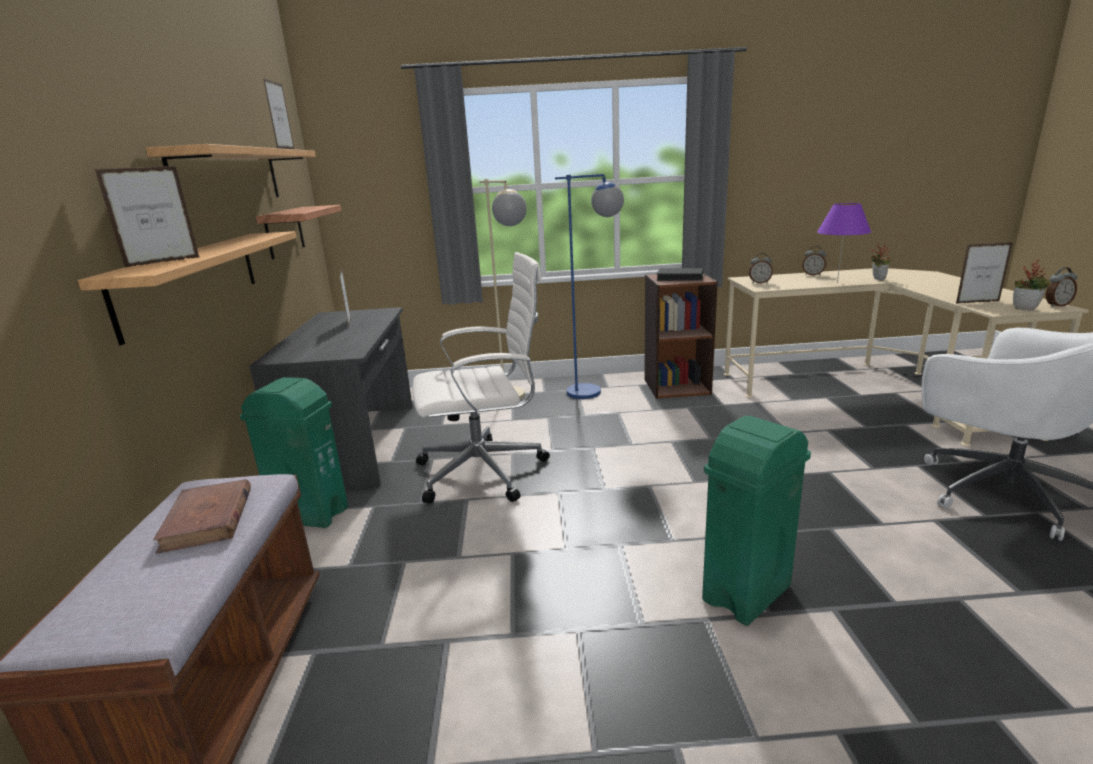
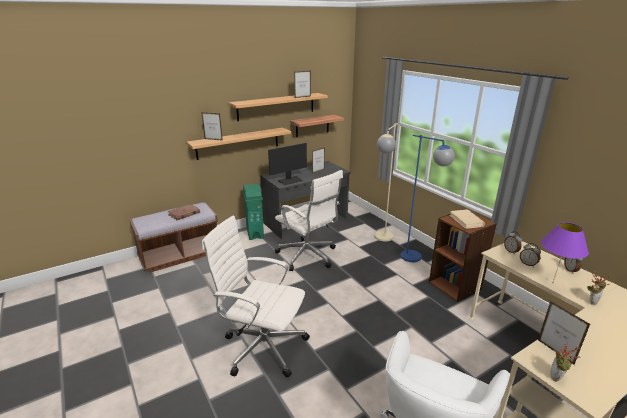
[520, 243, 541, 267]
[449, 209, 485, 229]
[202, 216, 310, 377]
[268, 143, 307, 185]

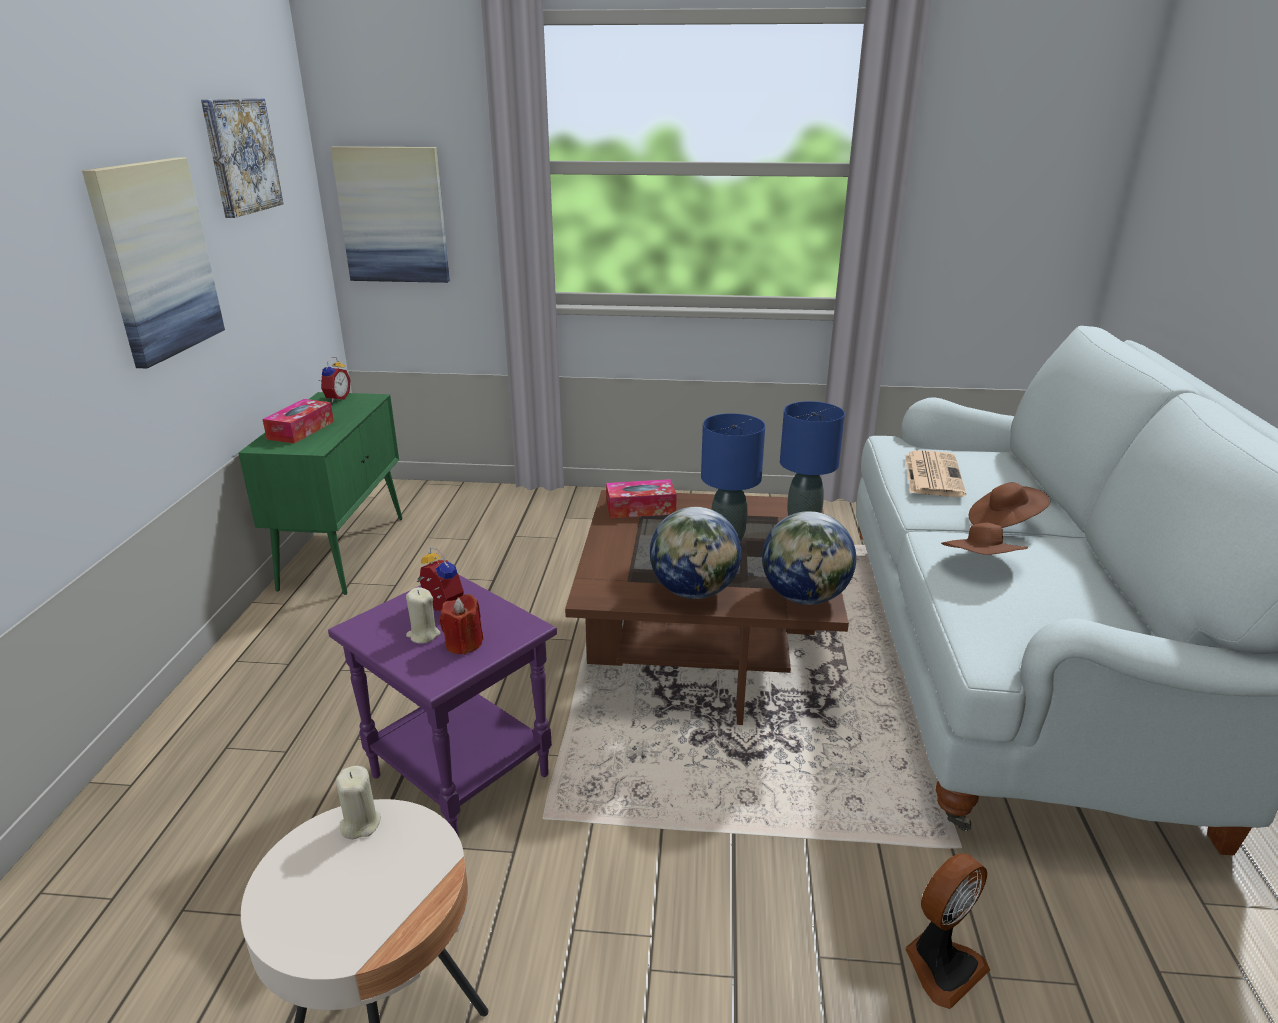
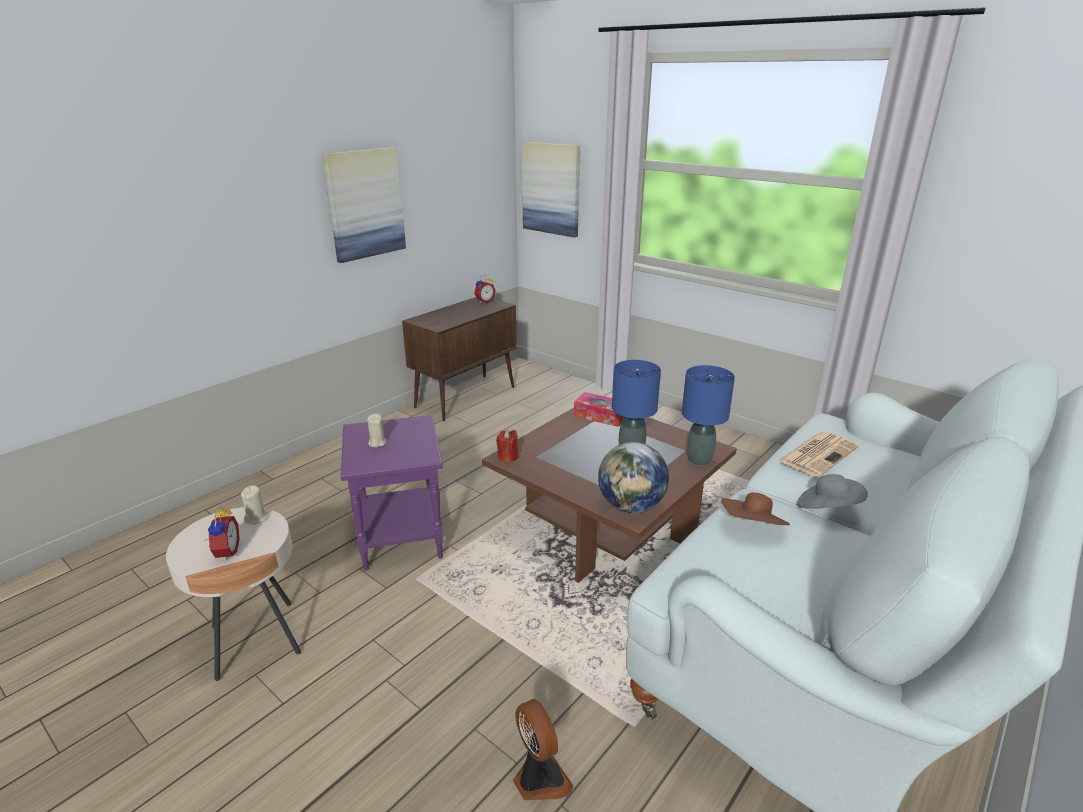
[201, 98, 283, 218] (first image)
[402, 297, 517, 421]
[262, 399, 334, 444] (first image)
[798, 474, 868, 509]
[650, 507, 741, 599] (first image)
[205, 505, 240, 561]
[496, 430, 518, 462]
[513, 699, 574, 800]

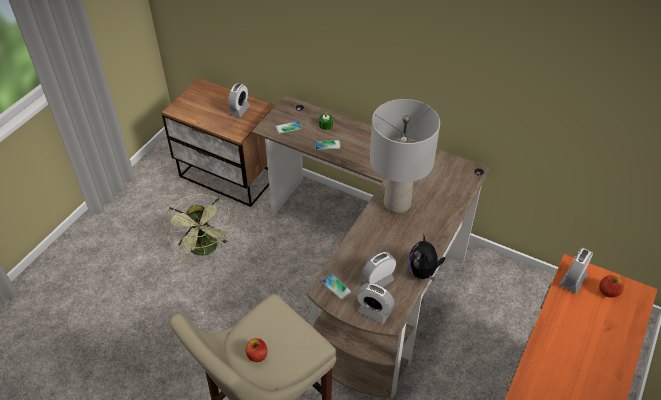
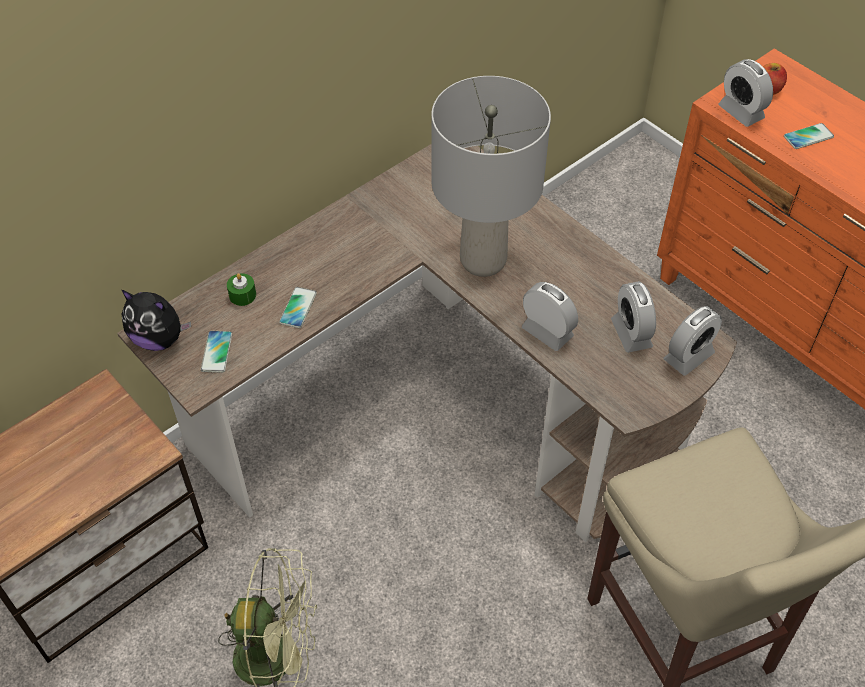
[522, 282, 578, 351]
[122, 290, 191, 351]
[784, 123, 834, 149]
[246, 338, 268, 362] (first image)

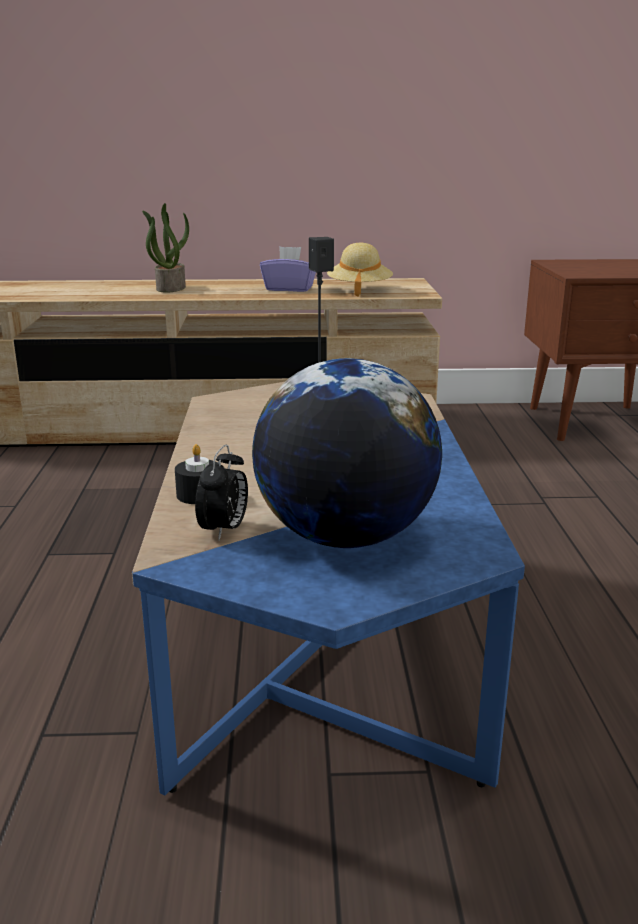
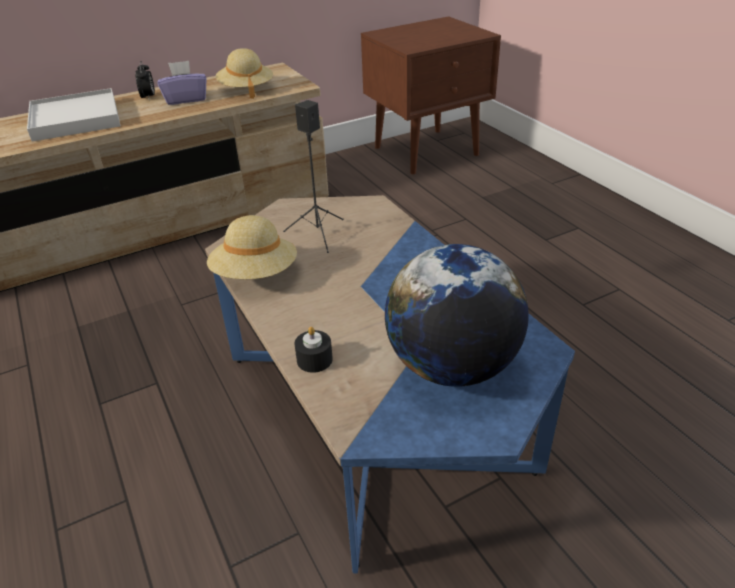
[27, 88, 120, 142]
[135, 61, 155, 101]
[207, 215, 297, 279]

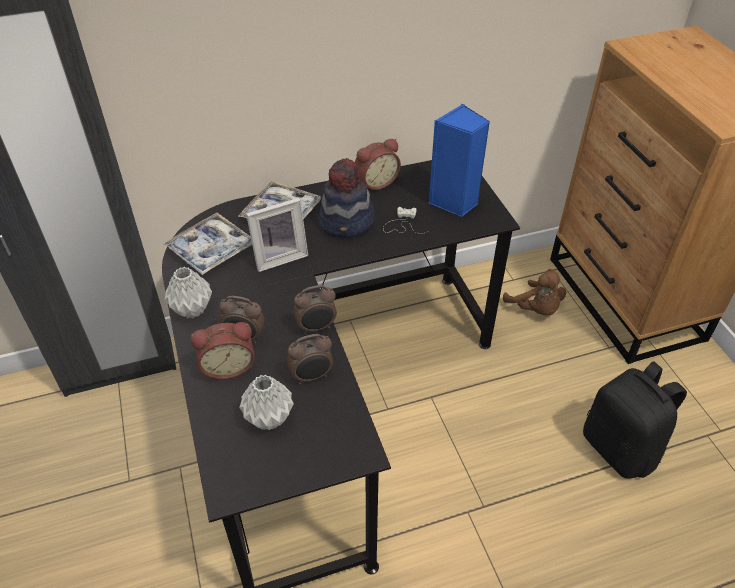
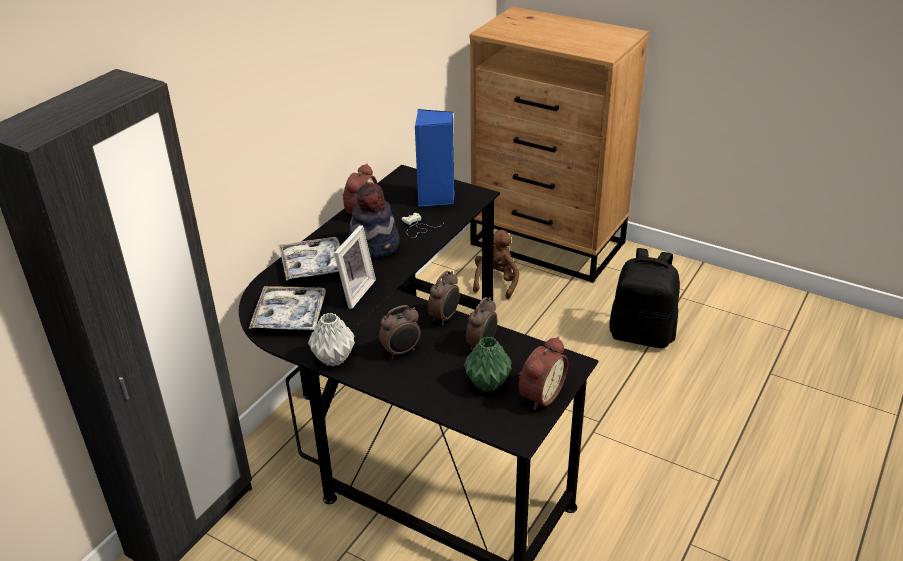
[473, 229, 519, 299]
[519, 337, 568, 410]
[464, 337, 512, 392]

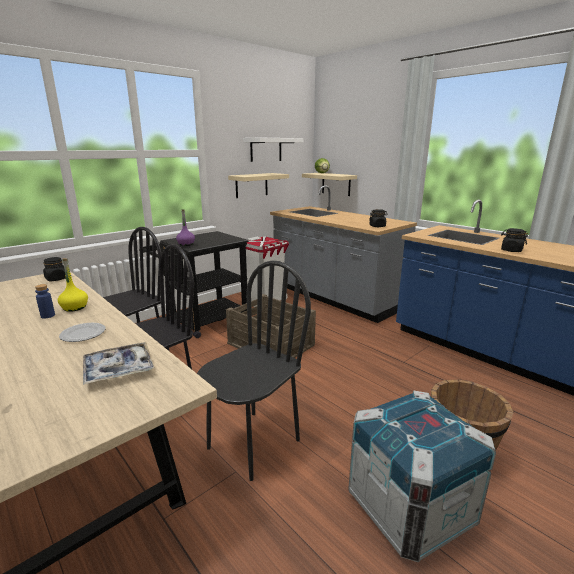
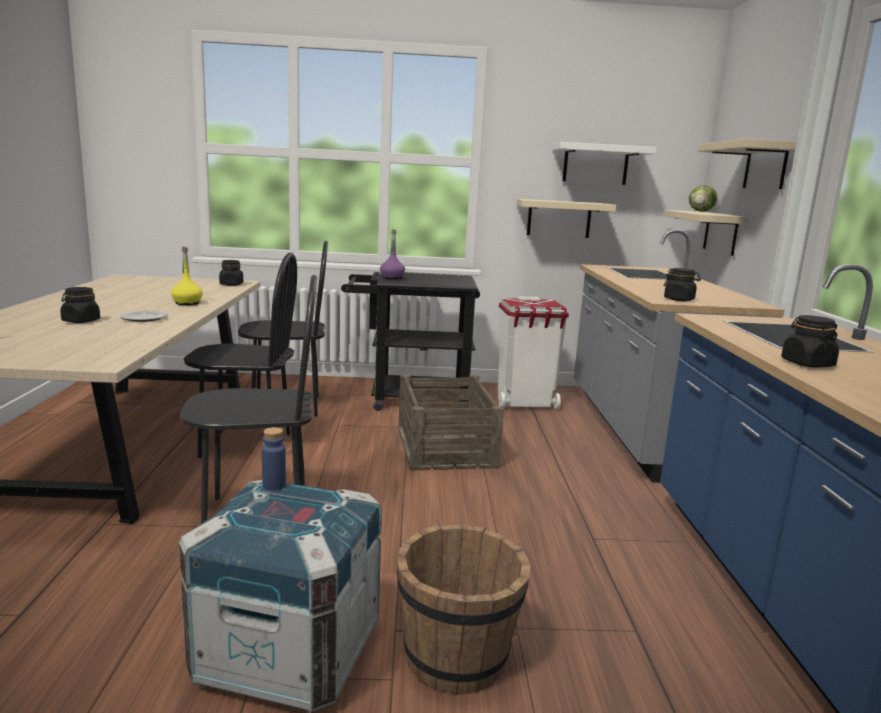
[262, 427, 286, 490]
[83, 342, 154, 385] (first image)
[697, 139, 797, 189]
[60, 287, 100, 323]

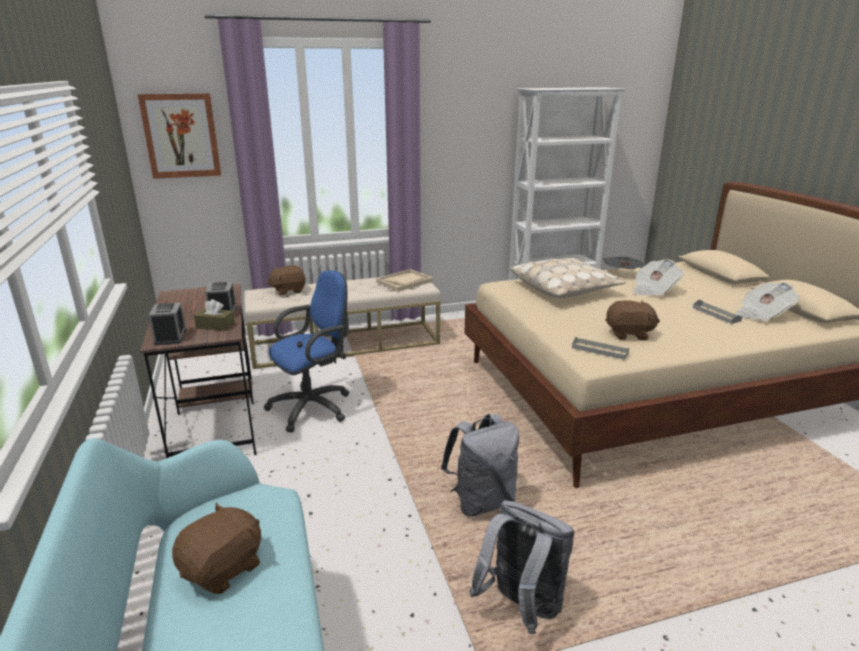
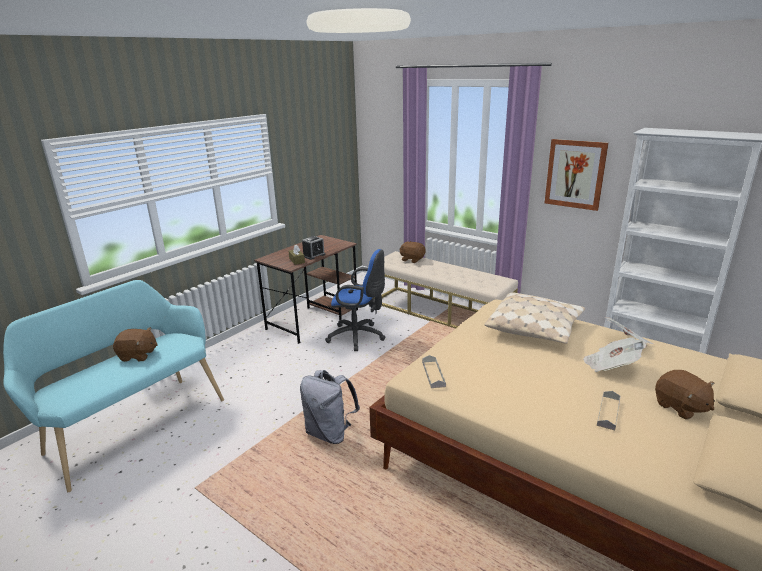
[545, 139, 609, 211]
[376, 269, 433, 292] (first image)
[735, 282, 799, 321] (first image)
[655, 370, 715, 420]
[149, 302, 186, 345] (first image)
[469, 500, 574, 634] (first image)

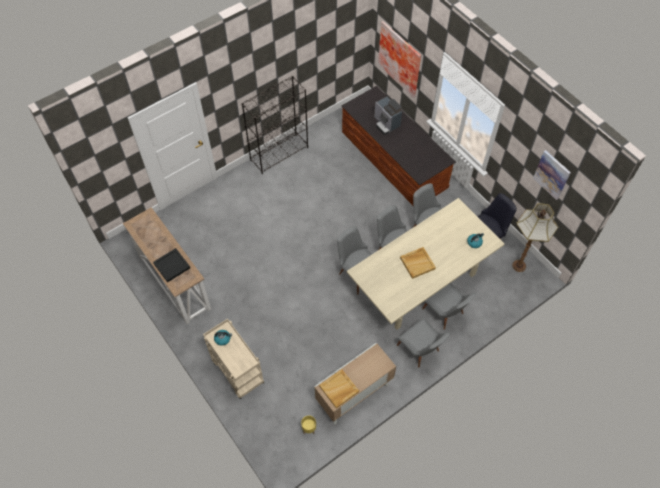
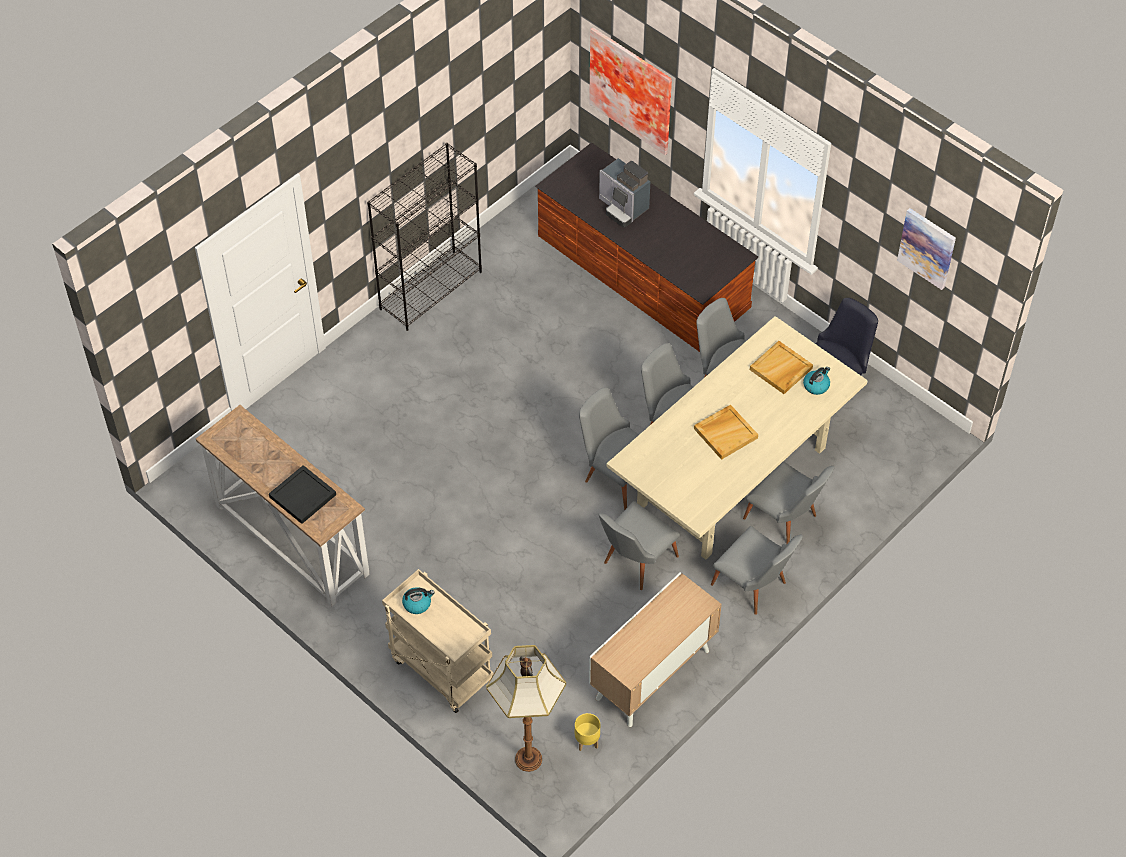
[486, 645, 566, 772]
[750, 341, 813, 394]
[599, 501, 680, 590]

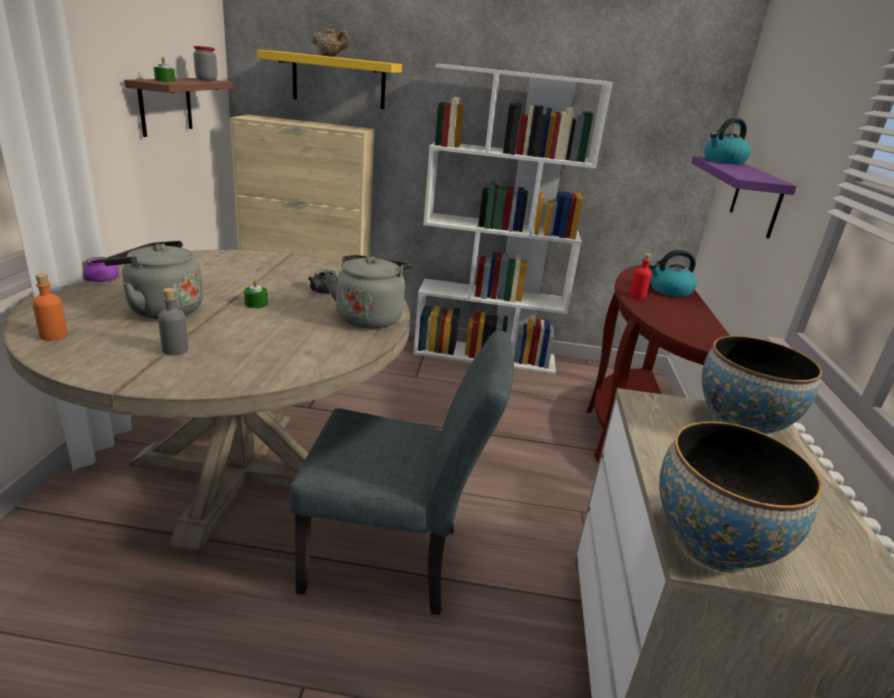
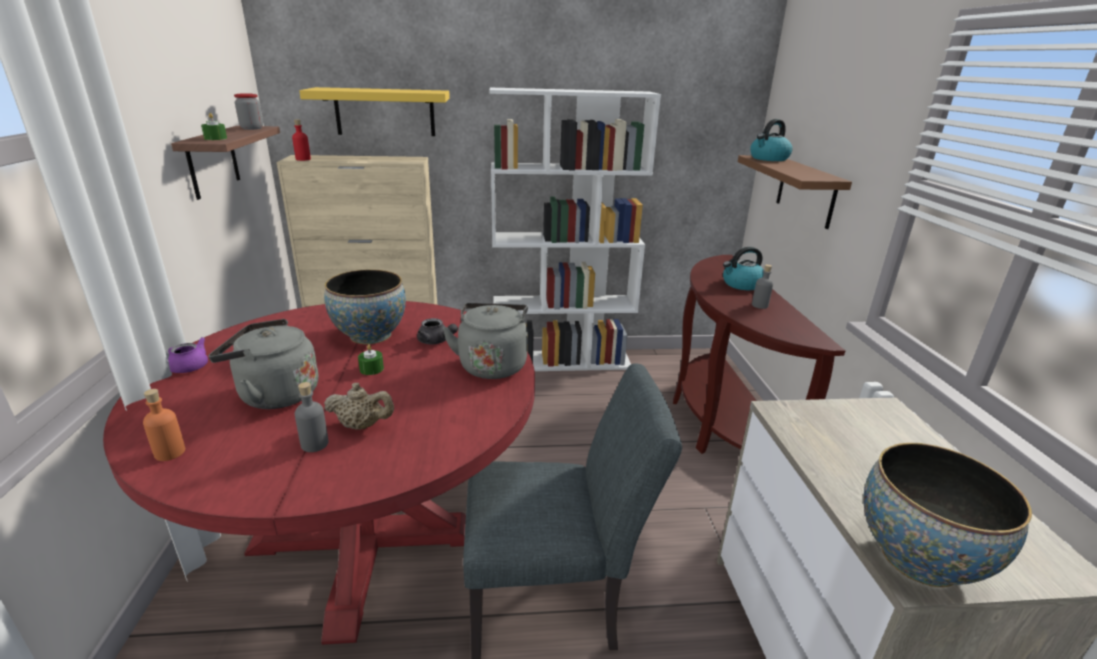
[324, 383, 394, 429]
[738, 155, 852, 229]
[103, 301, 535, 645]
[292, 119, 311, 161]
[324, 269, 406, 345]
[752, 264, 773, 309]

